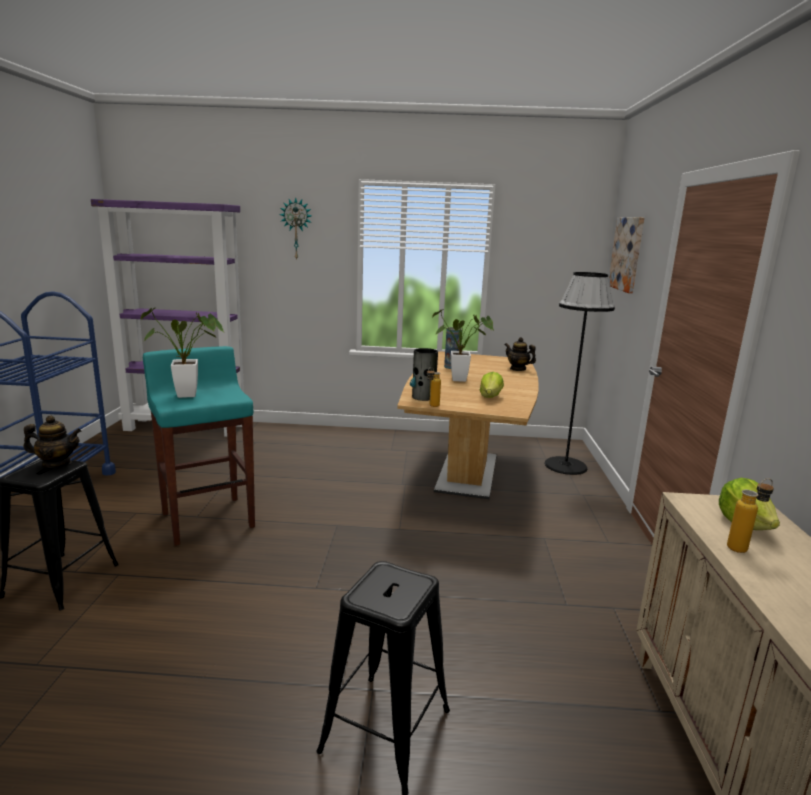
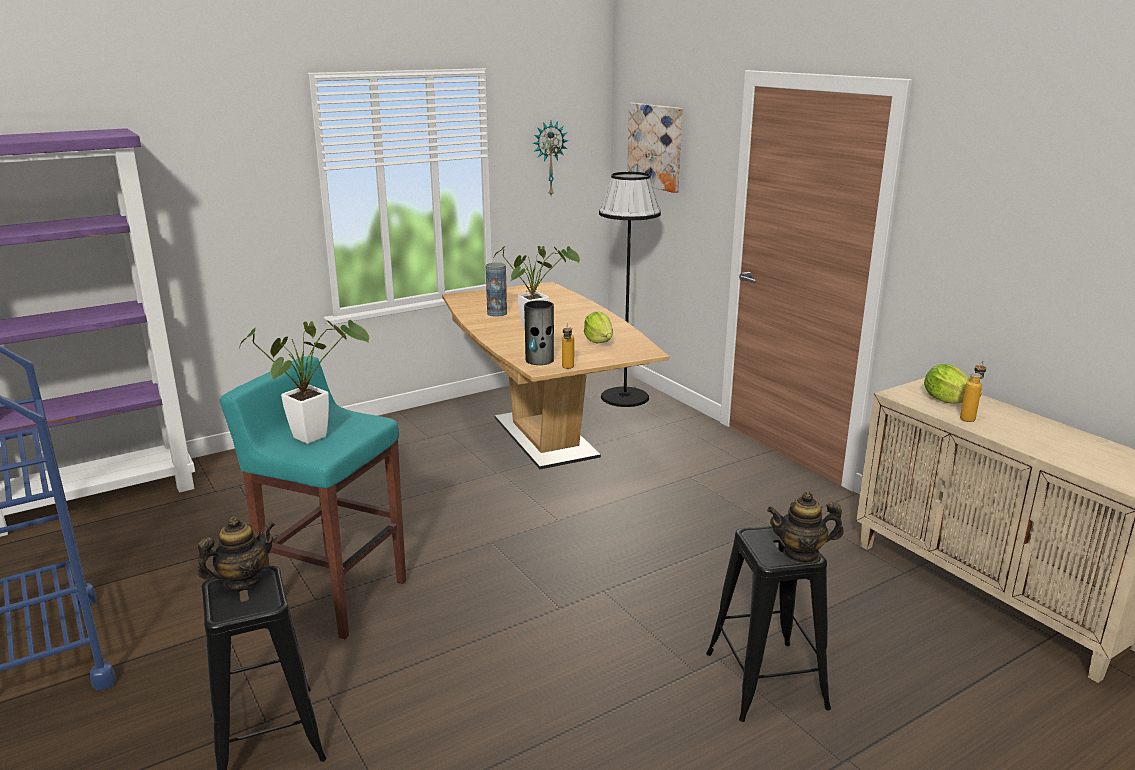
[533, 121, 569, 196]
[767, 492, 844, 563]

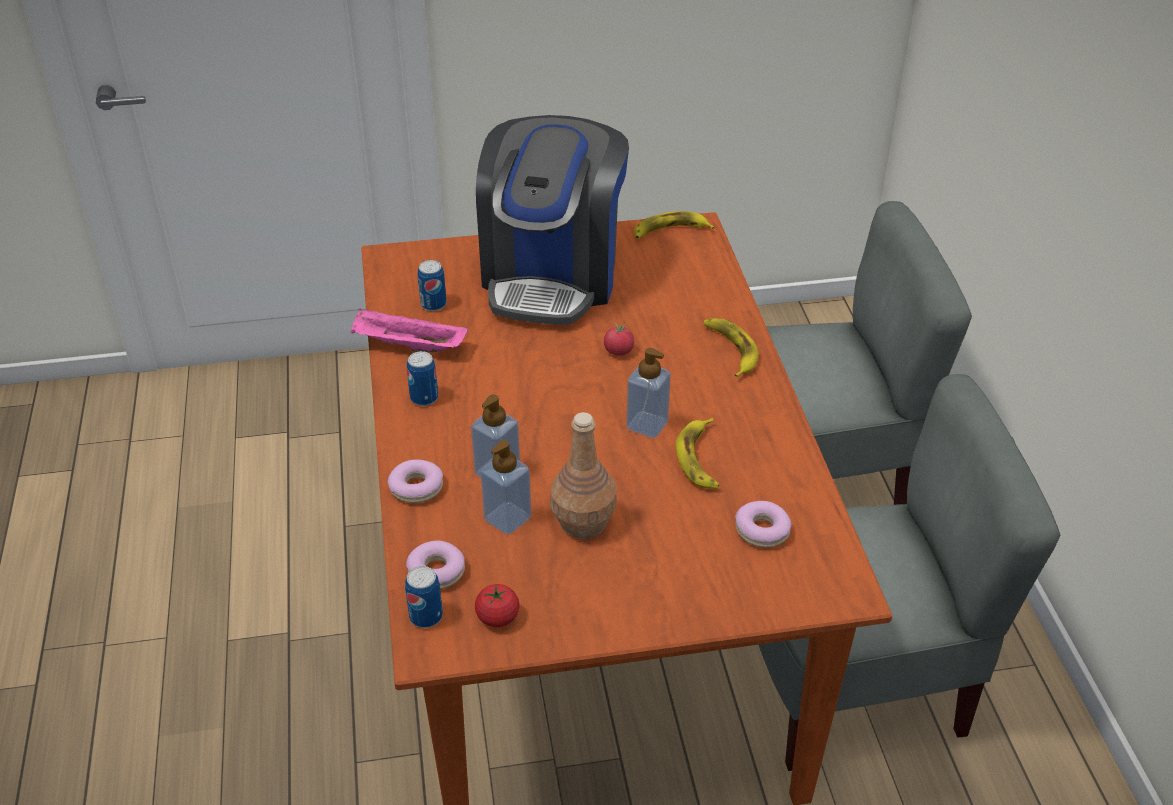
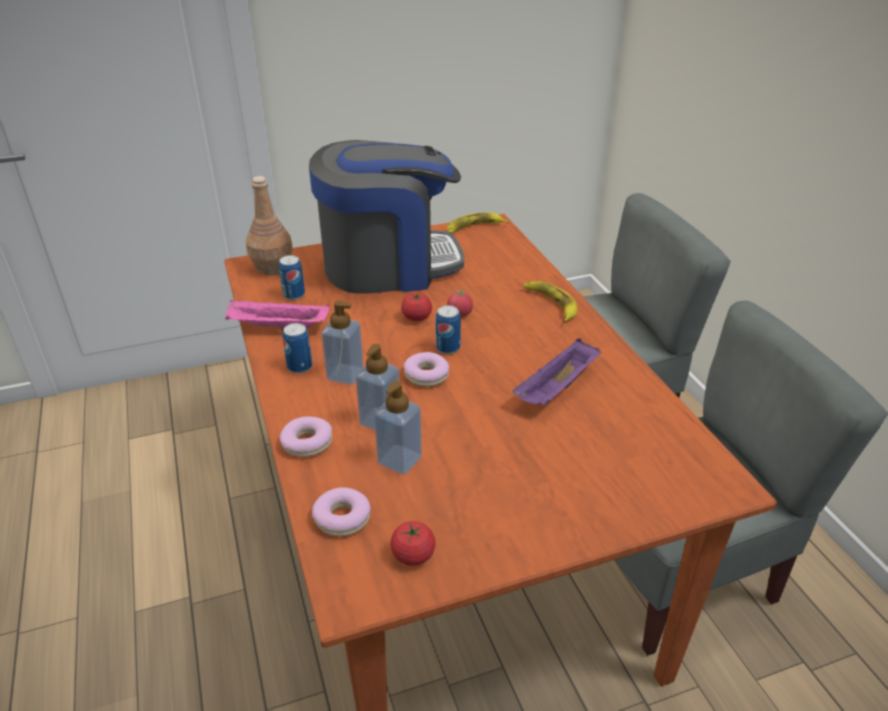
[309, 140, 464, 293]
[322, 300, 364, 385]
[246, 176, 293, 275]
[512, 338, 601, 406]
[403, 352, 449, 387]
[436, 305, 461, 354]
[401, 293, 432, 321]

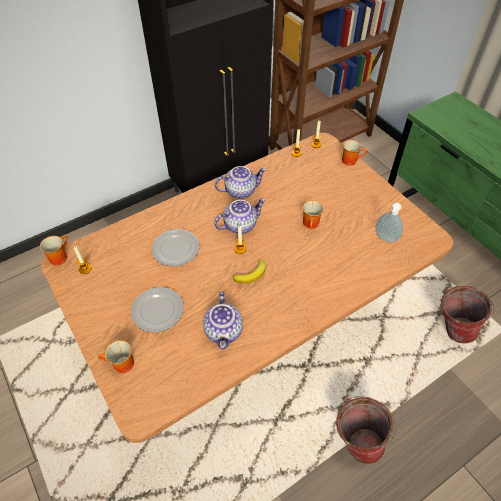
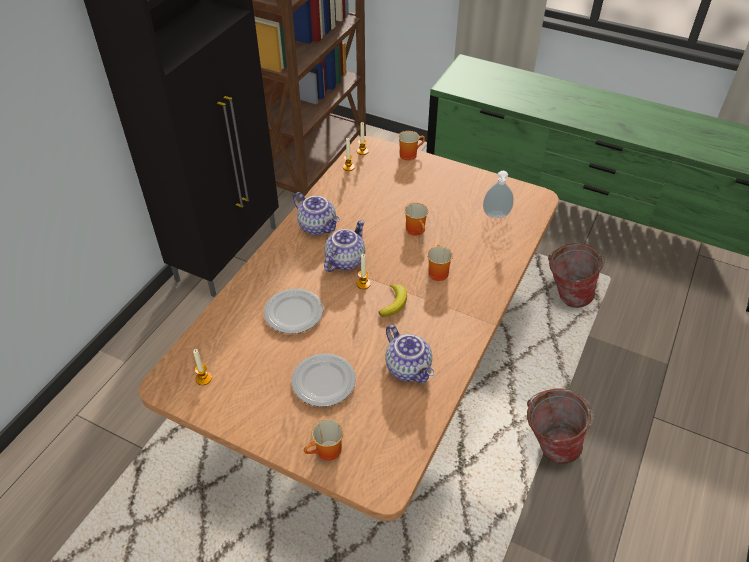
[293, 192, 340, 235]
[427, 245, 453, 281]

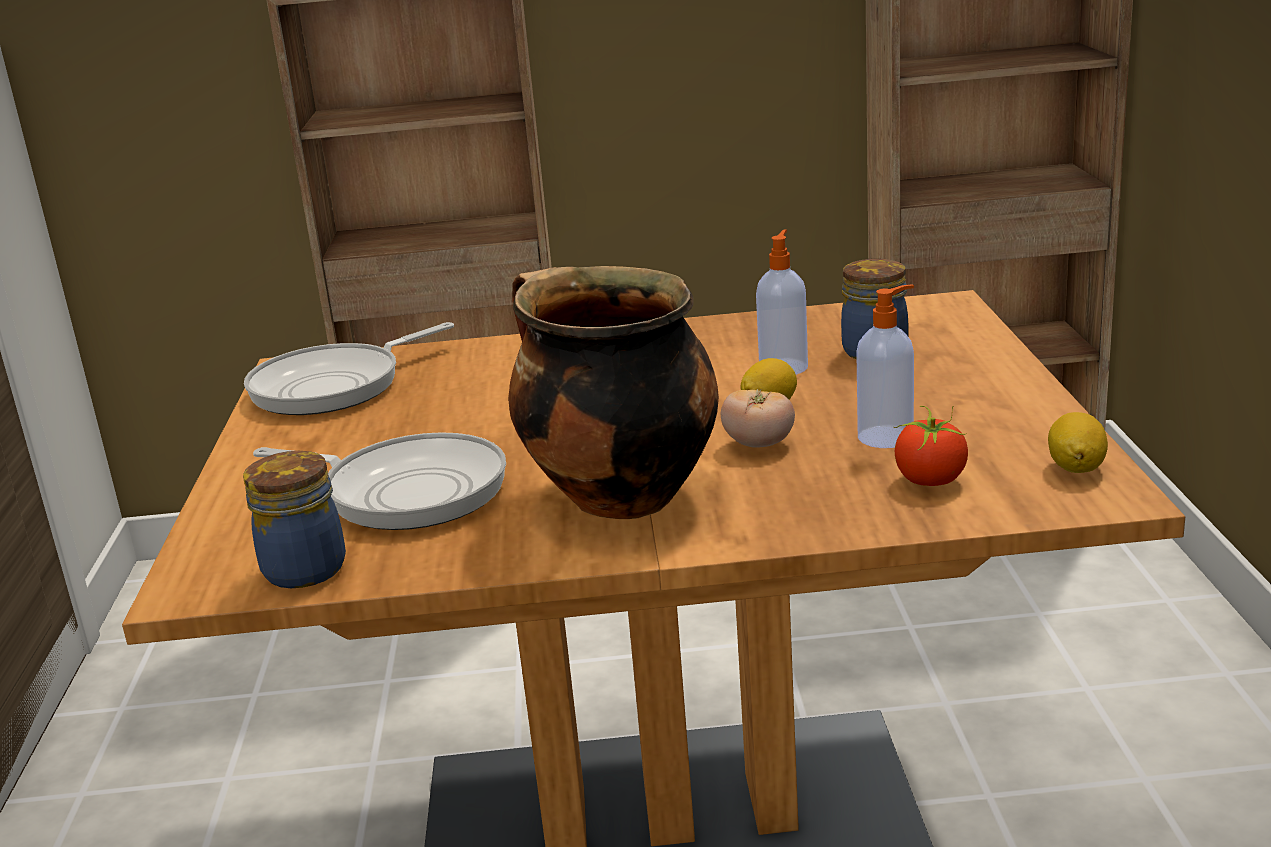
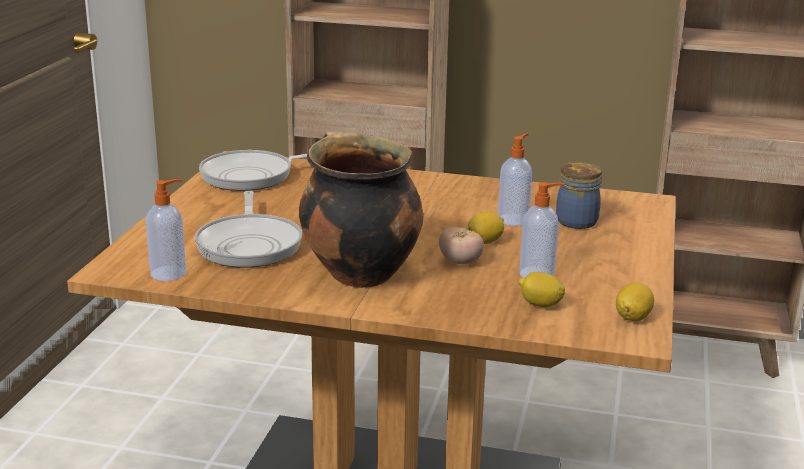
[519, 272, 565, 307]
[195, 191, 302, 268]
[146, 179, 186, 281]

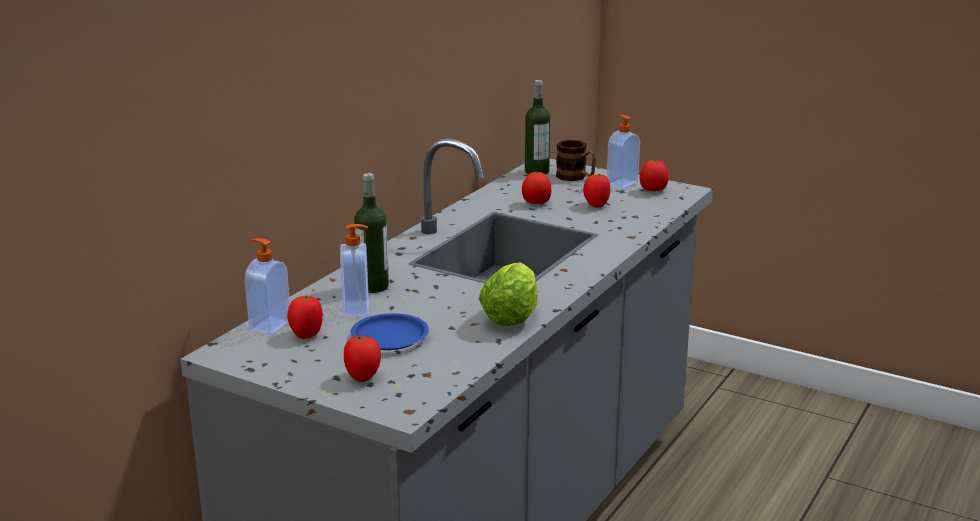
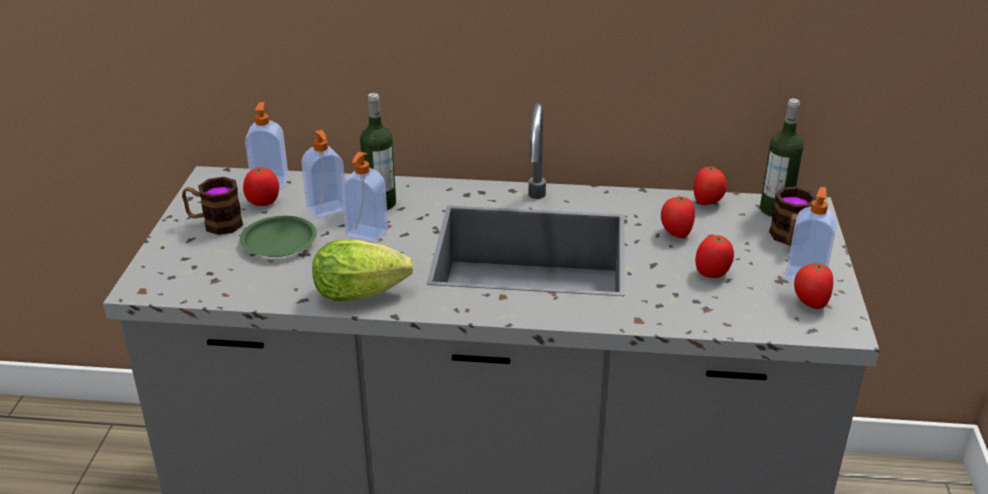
[240, 216, 317, 257]
[694, 166, 727, 205]
[341, 152, 388, 243]
[182, 177, 243, 235]

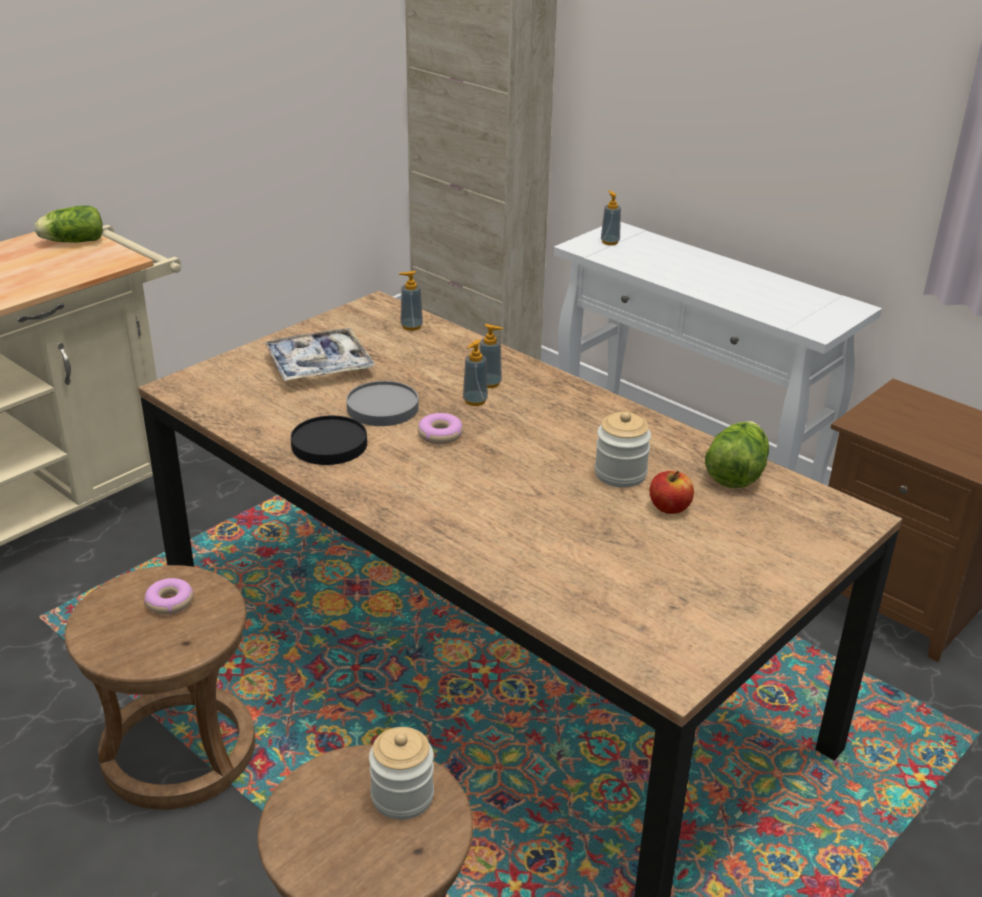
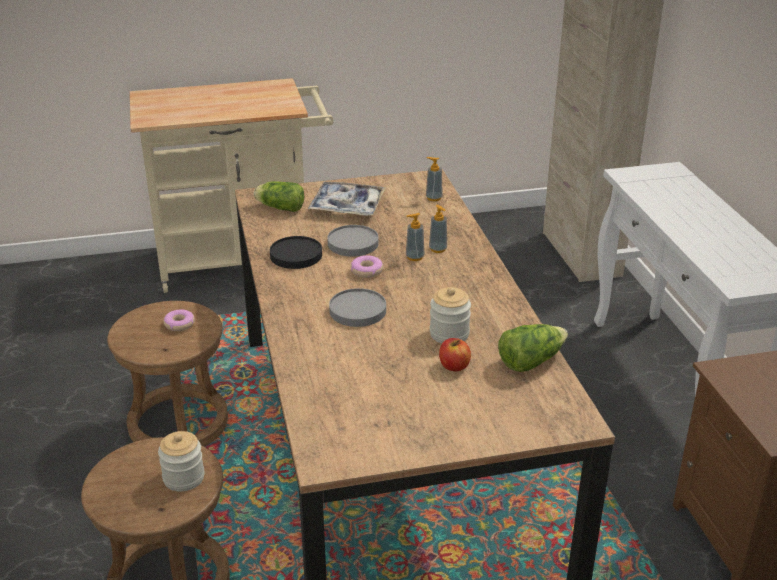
[601, 191, 621, 245] (first image)
[254, 181, 304, 212]
[329, 288, 386, 327]

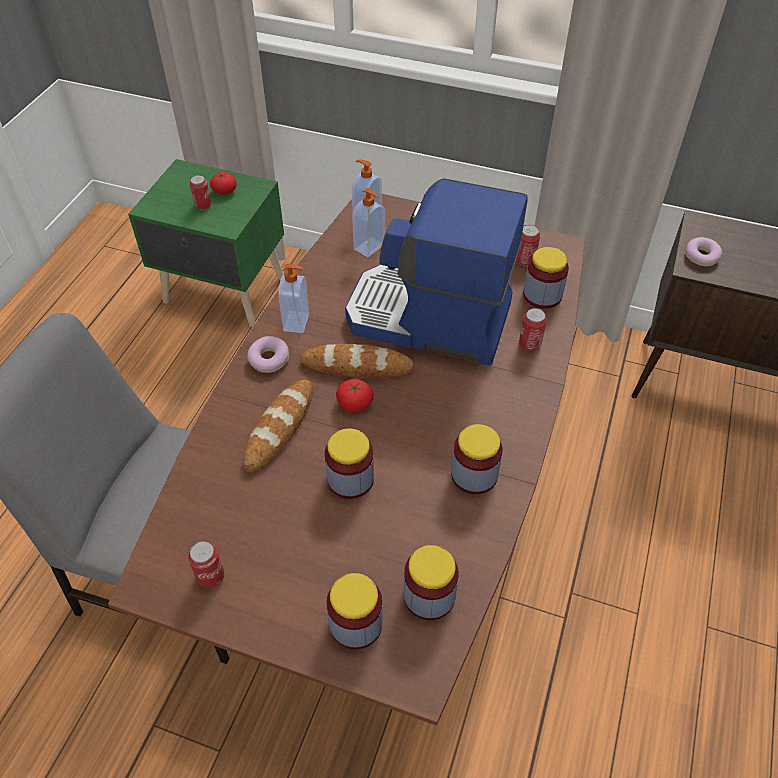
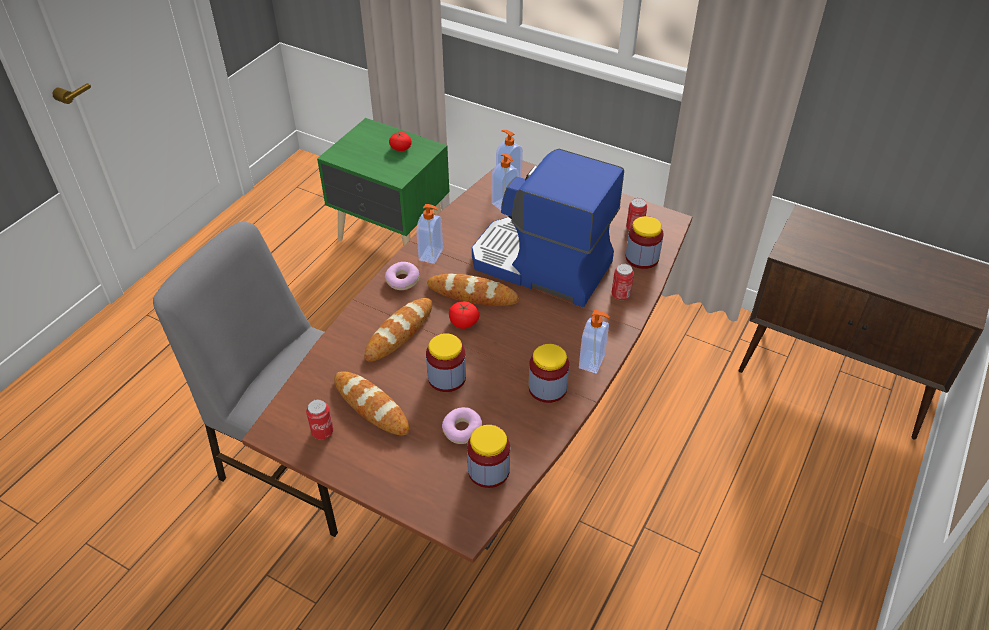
[190, 175, 211, 210] (first image)
[442, 407, 482, 444]
[326, 573, 383, 650] (first image)
[579, 310, 610, 374]
[334, 371, 410, 435]

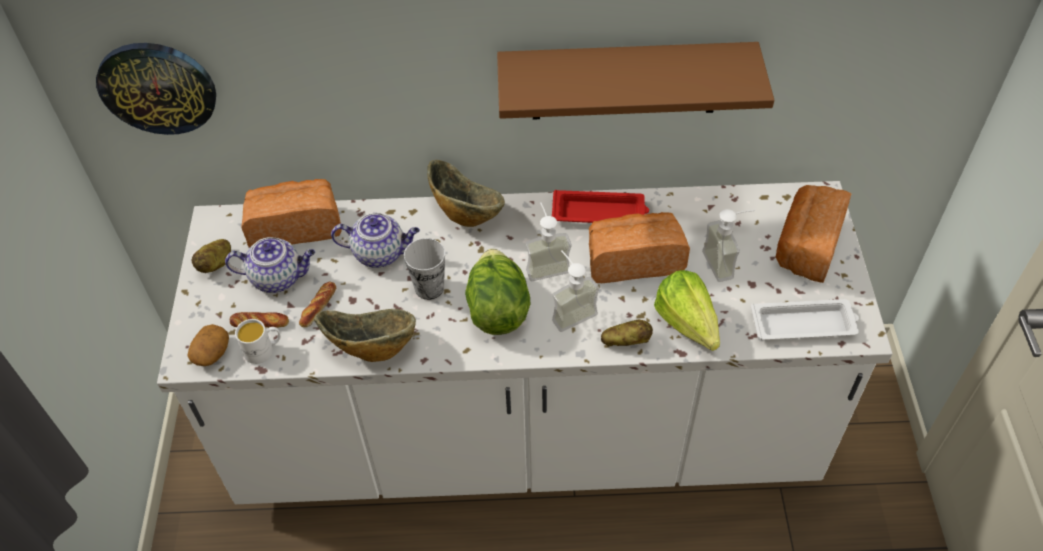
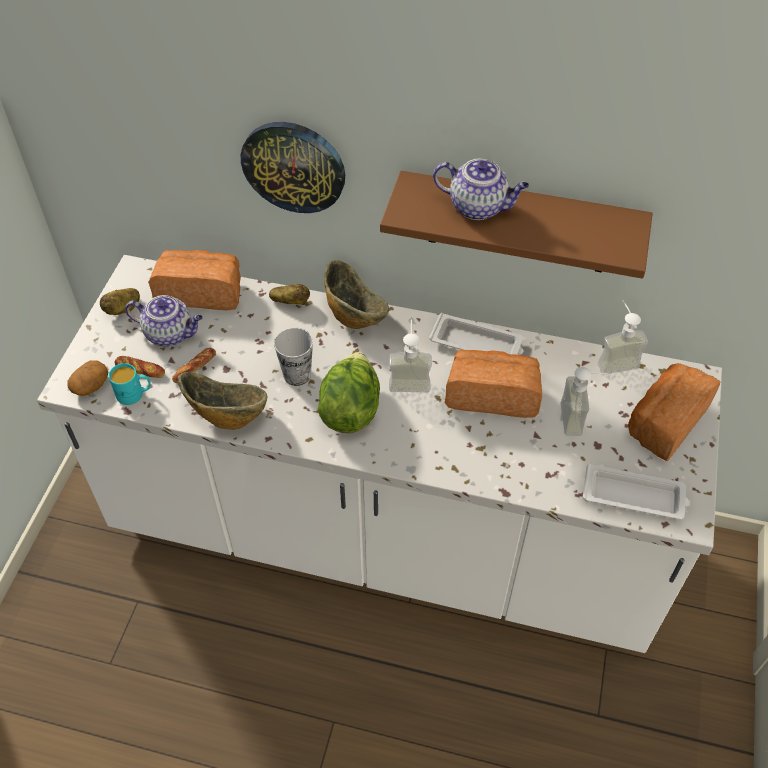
[241, 122, 345, 213]
[429, 313, 523, 355]
[433, 159, 529, 220]
[598, 300, 648, 375]
[654, 270, 720, 351] (first image)
[109, 363, 151, 405]
[269, 284, 310, 305]

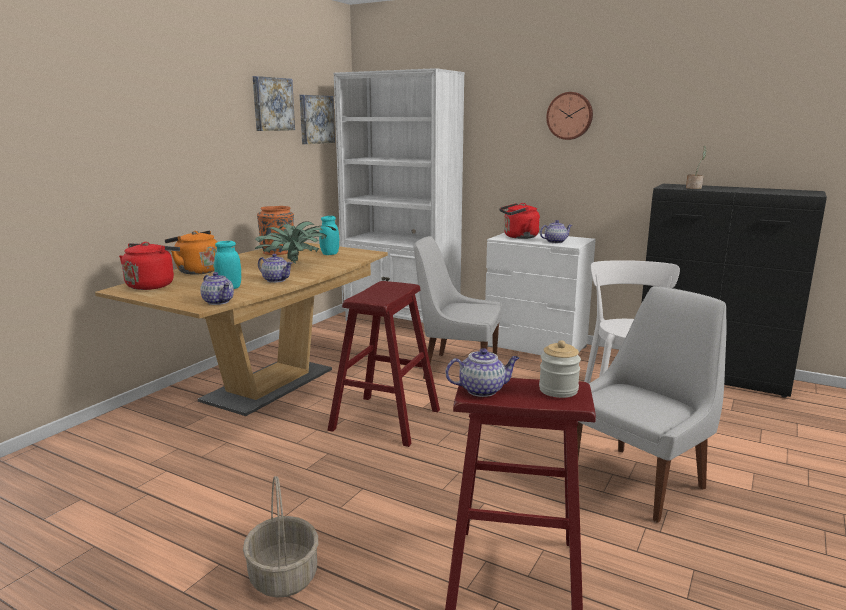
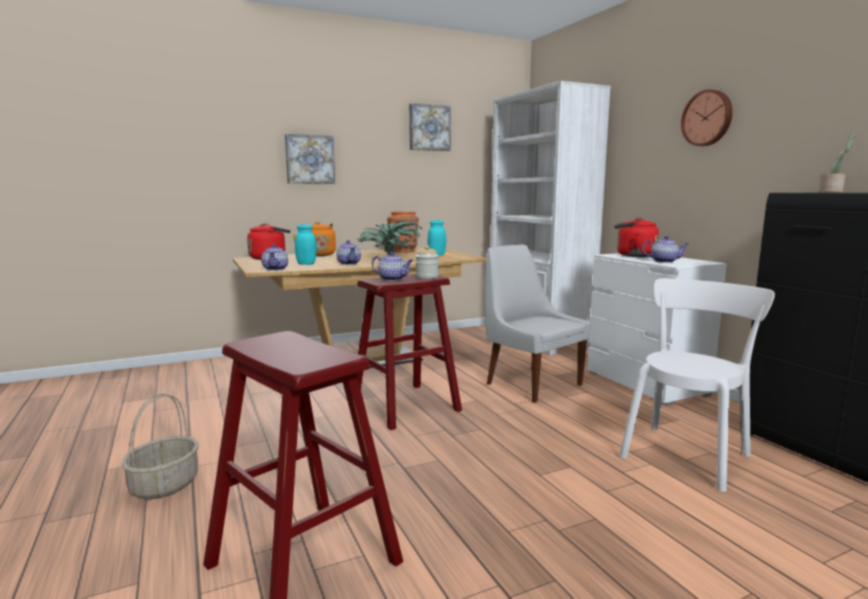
[285, 134, 335, 184]
[577, 286, 726, 523] (first image)
[415, 245, 439, 279]
[372, 252, 413, 281]

